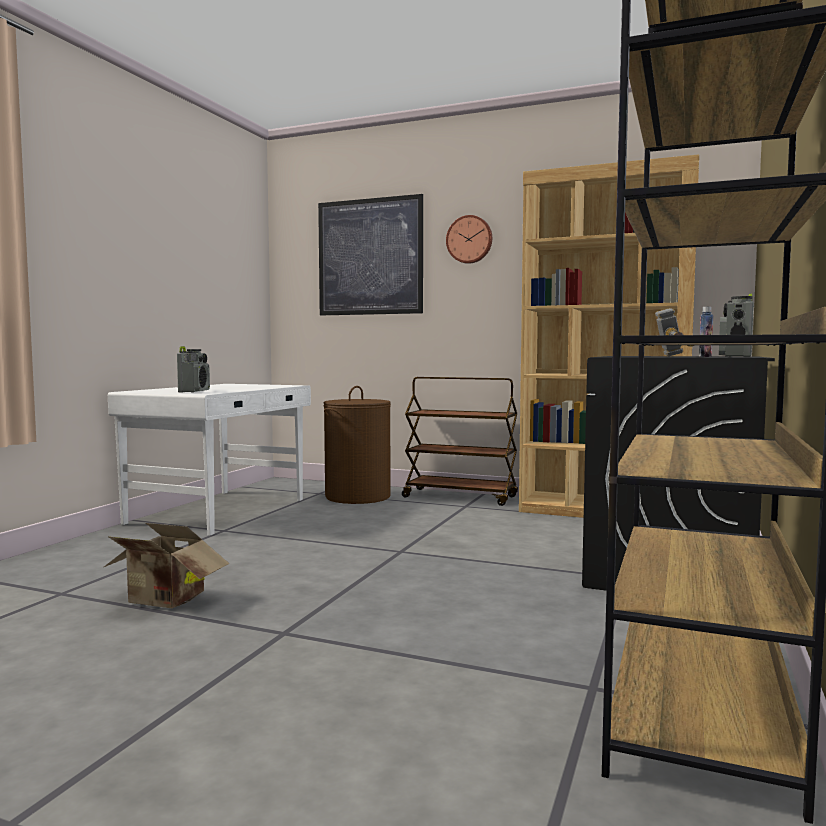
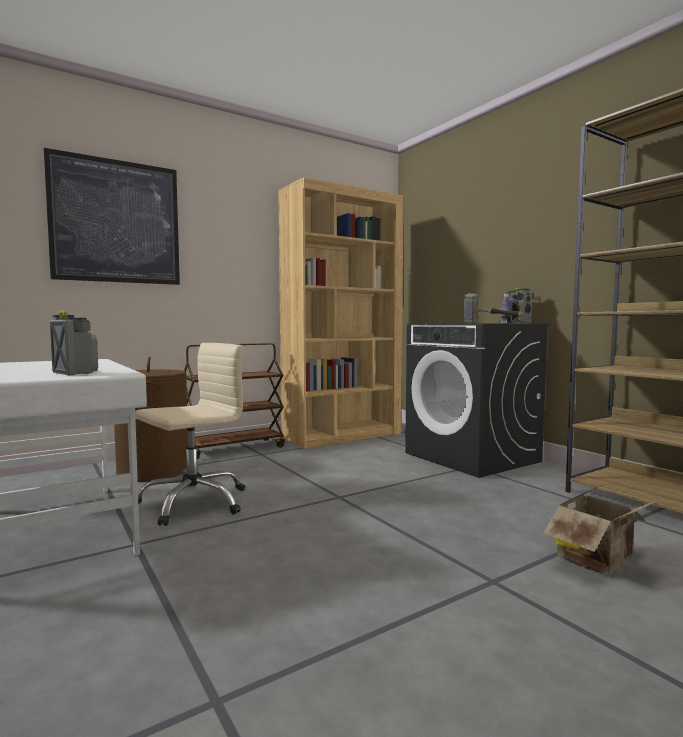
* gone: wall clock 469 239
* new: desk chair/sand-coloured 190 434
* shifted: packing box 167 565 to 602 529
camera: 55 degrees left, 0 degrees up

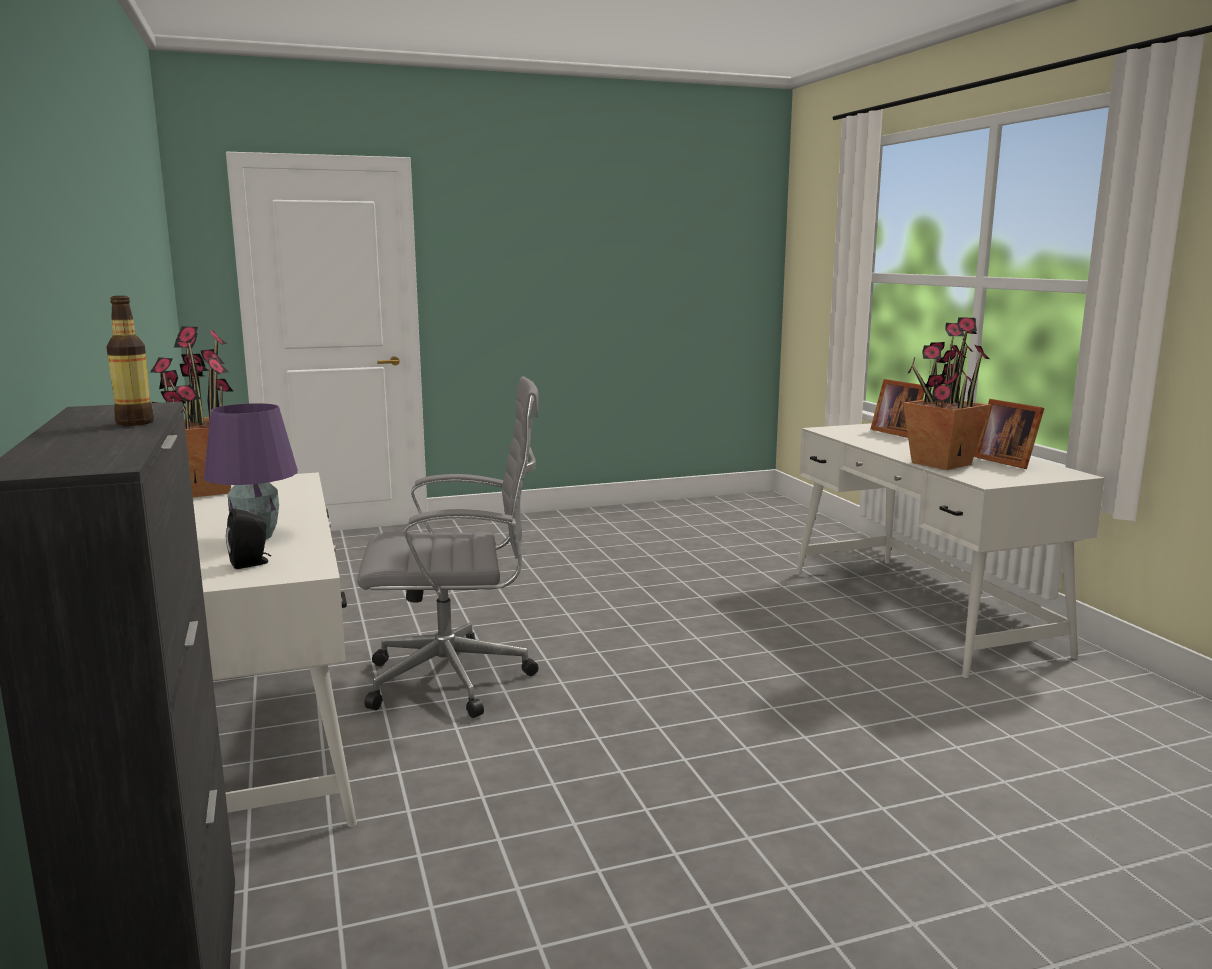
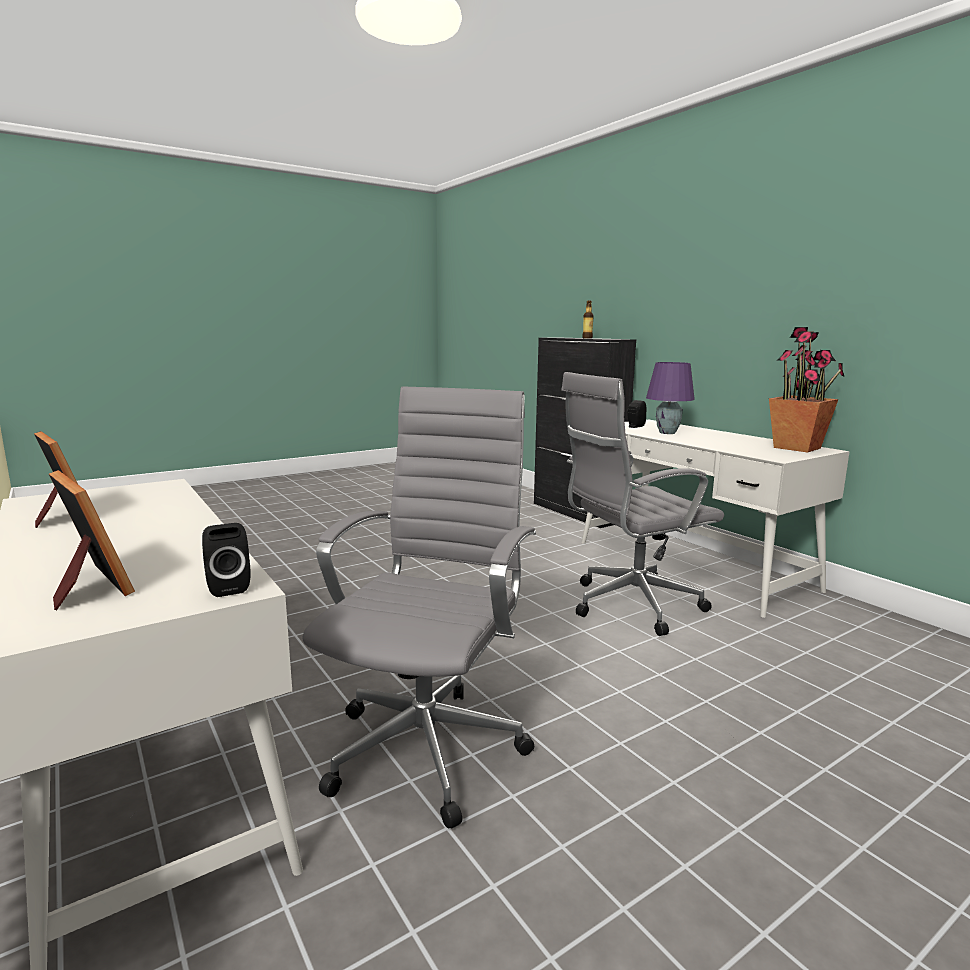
* gone: potted plant 947 393
* new: speaker/black-coloured 226 560
* new: desk chair/greyish 419 607
camera: 165 degrees right, 0 degrees up

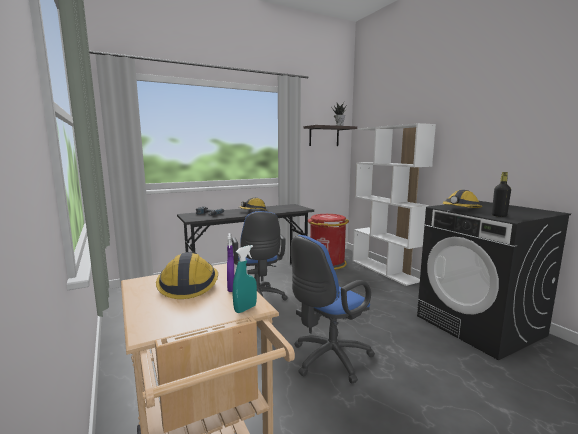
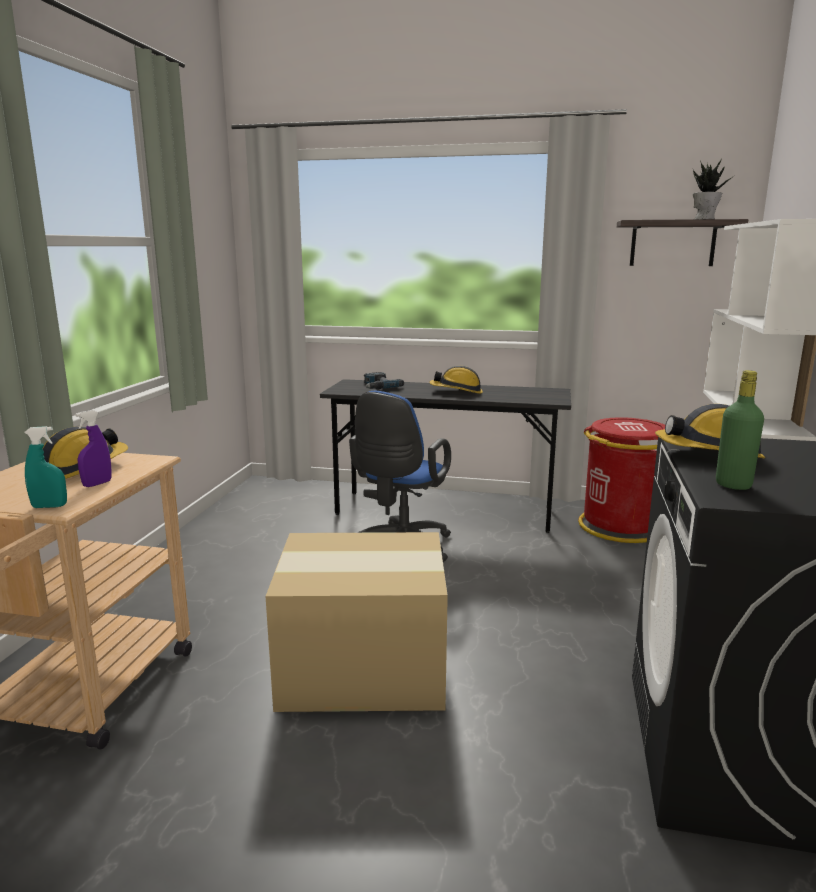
* swapped: desk chair/bluish 333 309 to packing box 356 622
* repainted: drink bottle/black-coloured 501 194 to drink bottle/greenish 740 430
camera: 40 degrees right, 5 degrees up

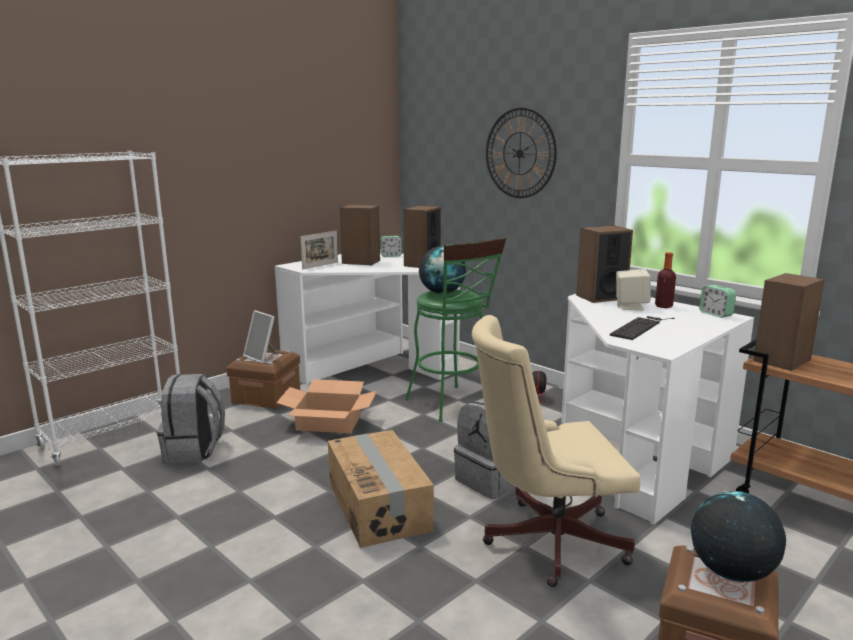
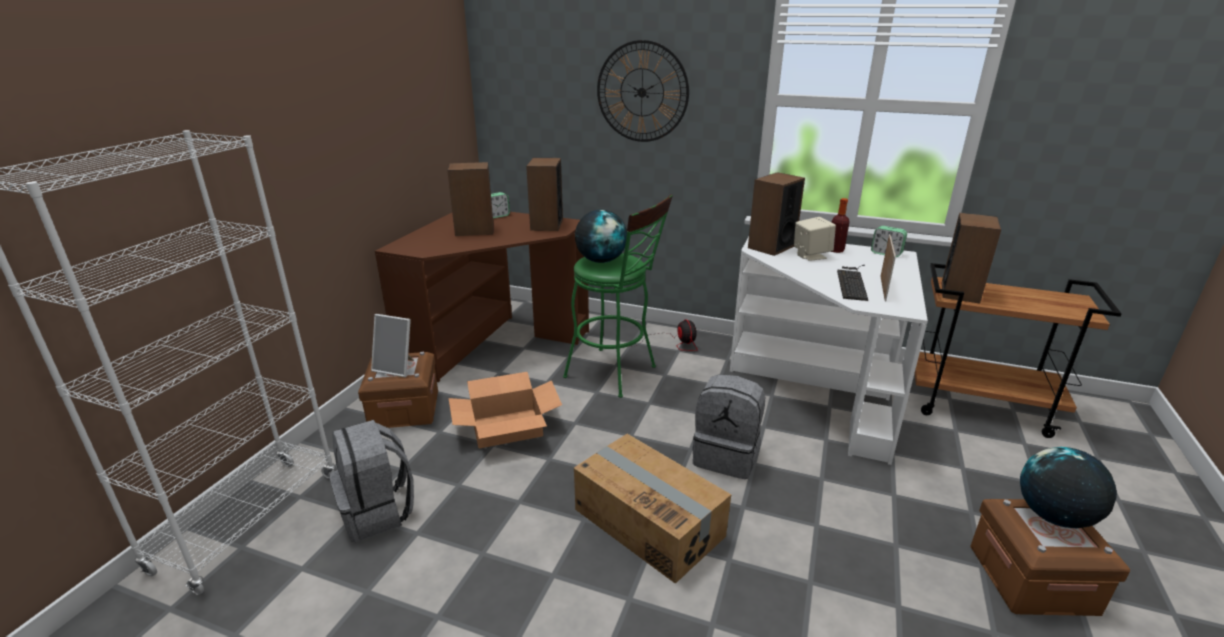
* gone: desk chair/sand-coloured 556 451
* shifted: picture frame 319 250 to 888 267
* repainted: desk unit/white 367 319 to desk unit/brown-coloured 482 297
camera: 25 degrees left, 10 degrees up

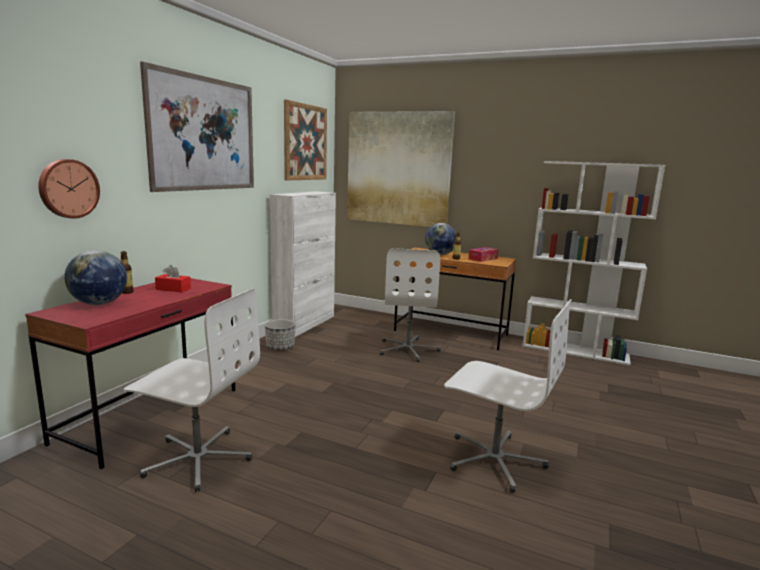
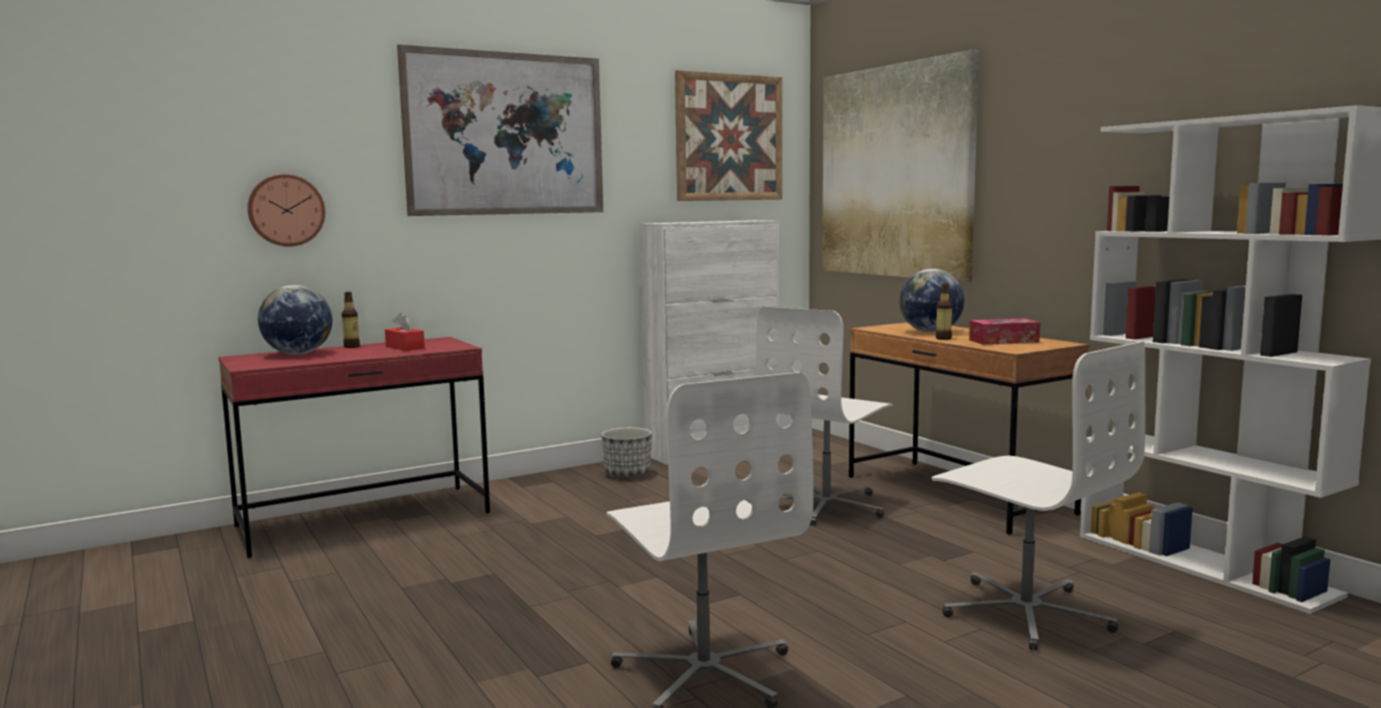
* shifted: desk chair/white 192 390 to 1038 495
camera: 35 degrees right, 5 degrees down

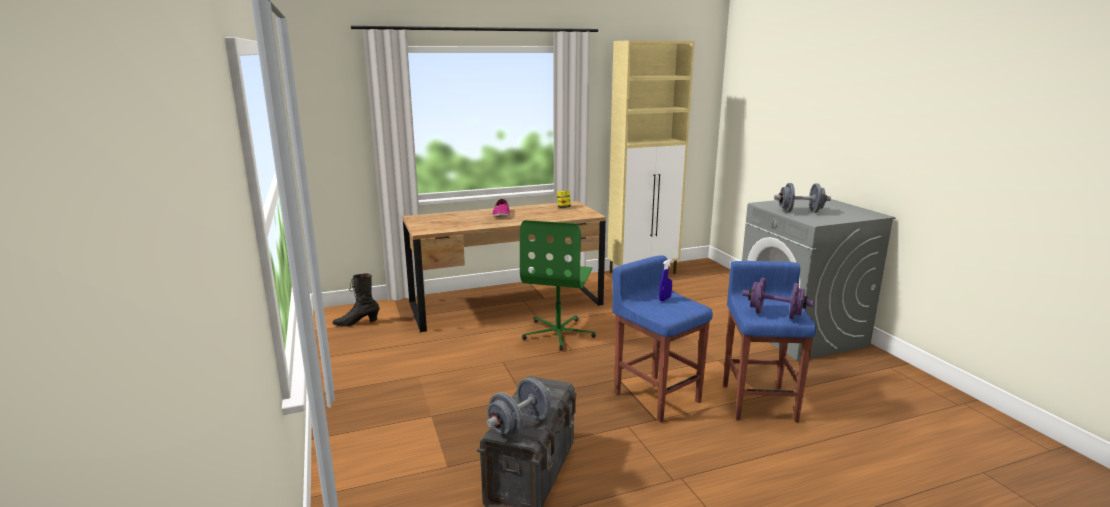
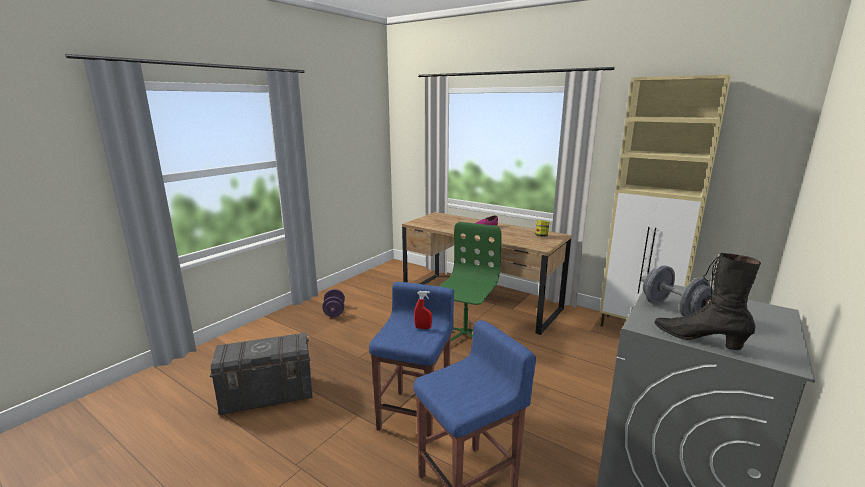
* gone: free weight/greyish 519 407
* shifted: tall boot/black-coloured 356 299 to 707 301
* shifted: free weight/purplish 778 298 to 333 303
* repainted: spray bottle/bluish 665 280 to spray bottle/reddish 423 310
* rotated: desk chair/greenish 558 285 = 470 281 135 degrees clockwise
camera: 55 degrees right, 0 degrees up

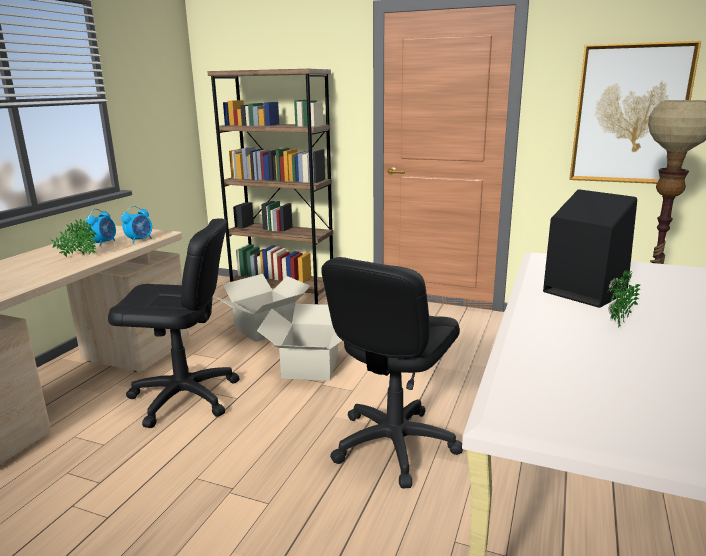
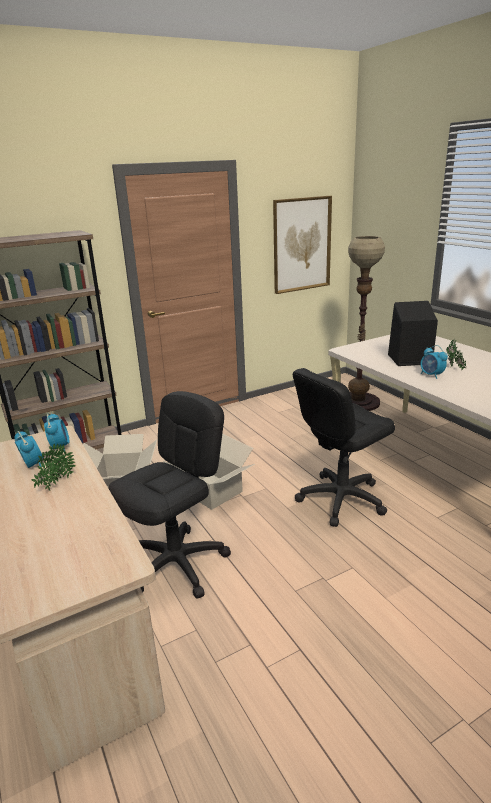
* new: alarm clock 434 362
* rotated: desk chair/black-coloured 392 373 = 344 447 75 degrees clockwise
camera: 50 degrees left, 5 degrees up

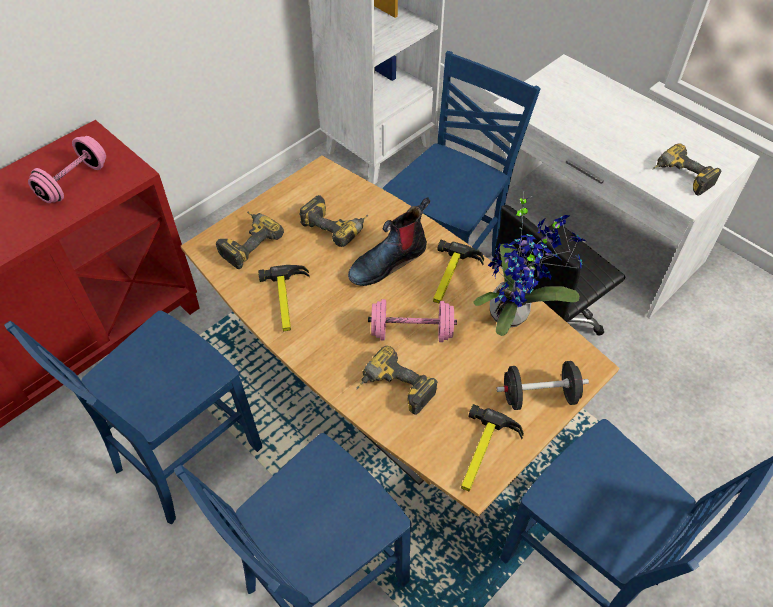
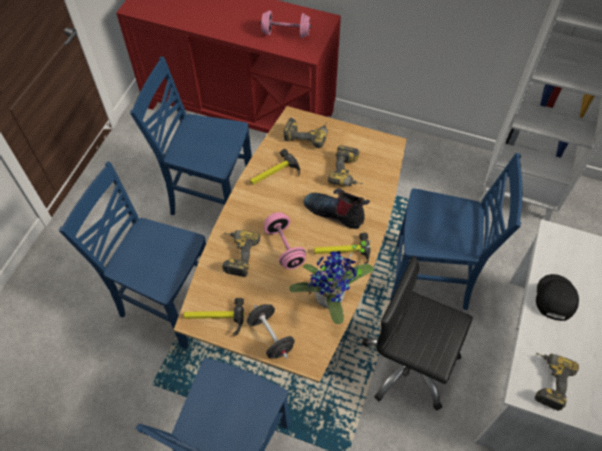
* new: peaked cap/black-coloured 557 297
camera: 65 degrees right, 5 degrees up

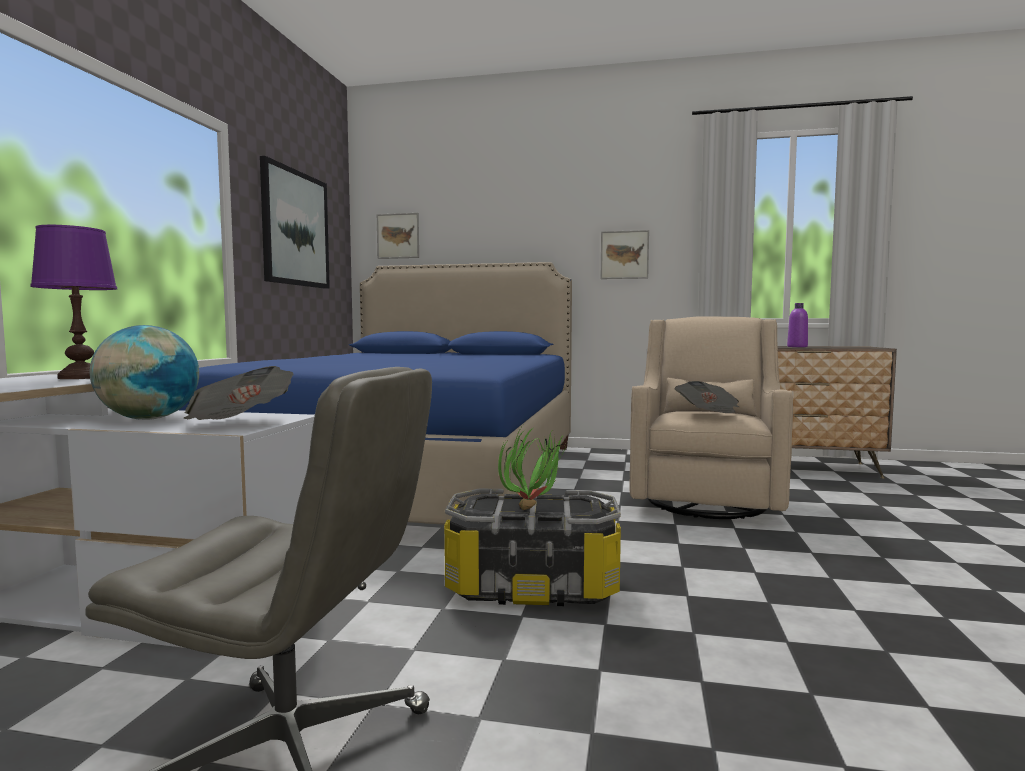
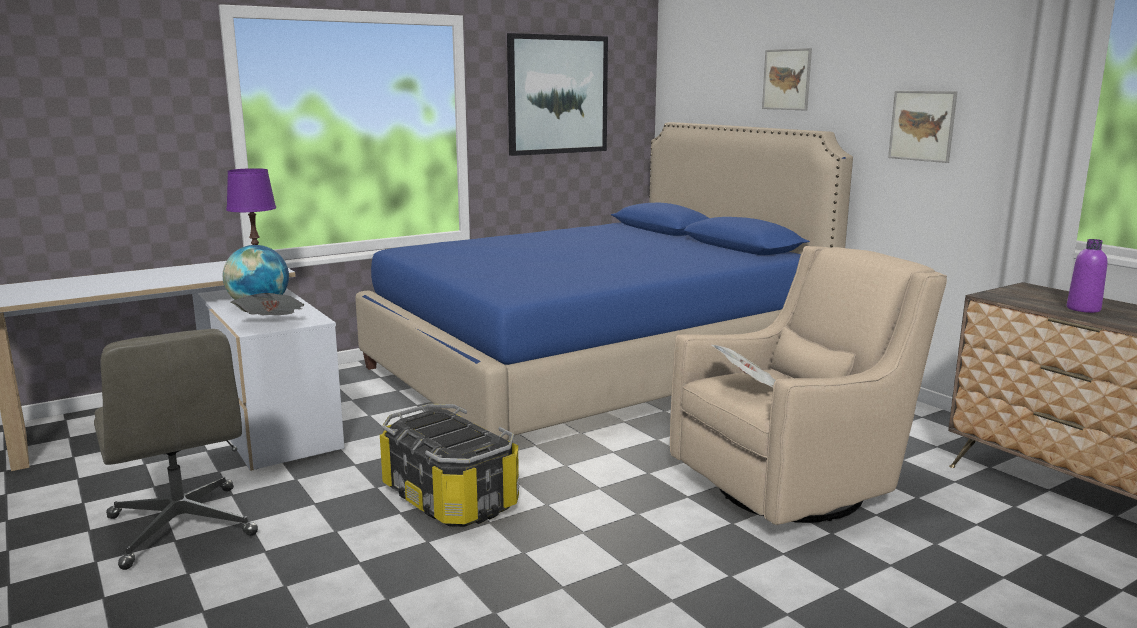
* gone: potted plant 531 467
* shifted: picture 398 236 to 787 79
camera: 45 degrees right, 10 degrees up

